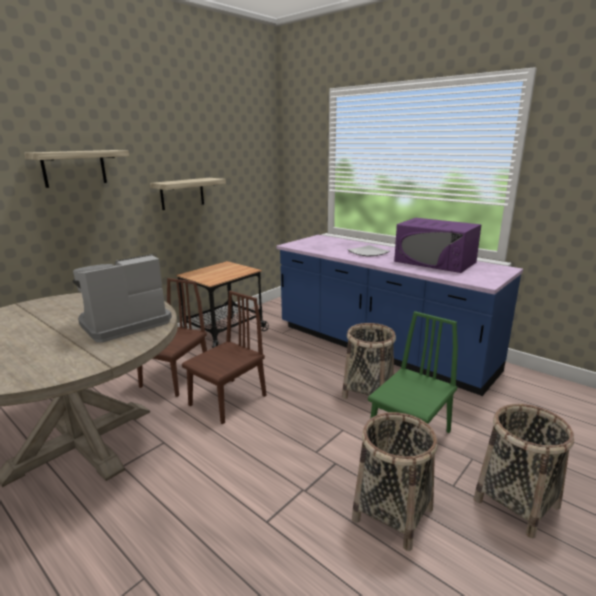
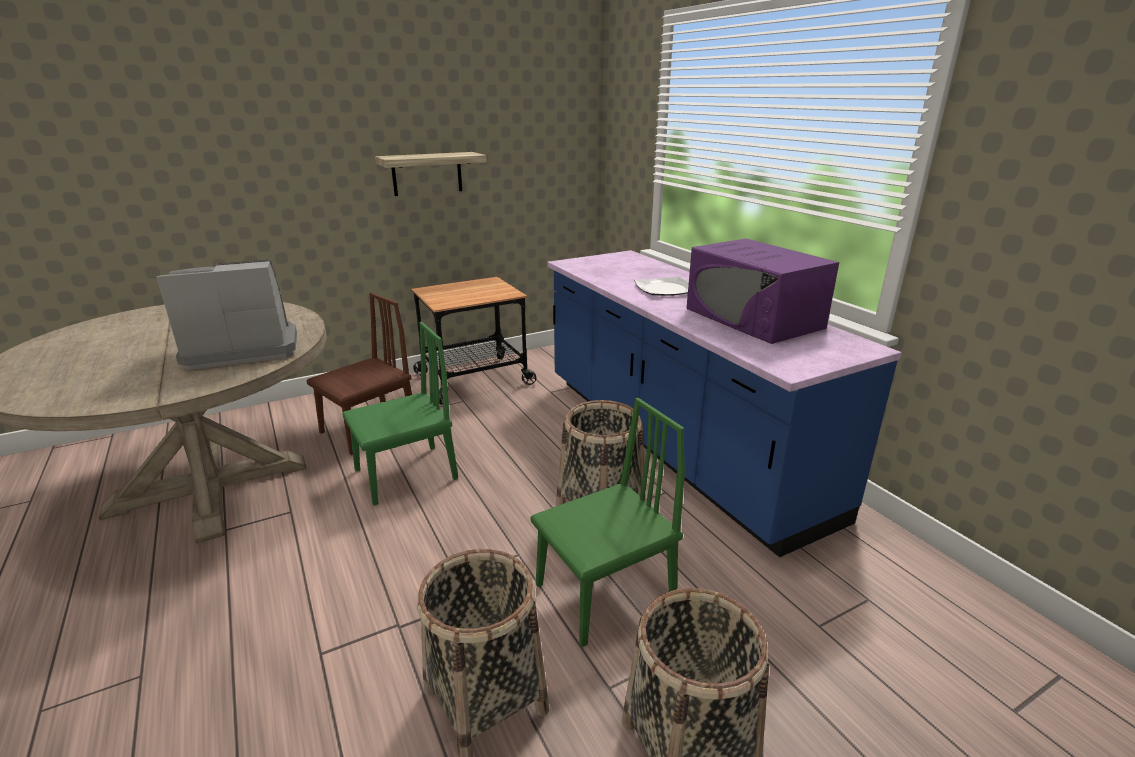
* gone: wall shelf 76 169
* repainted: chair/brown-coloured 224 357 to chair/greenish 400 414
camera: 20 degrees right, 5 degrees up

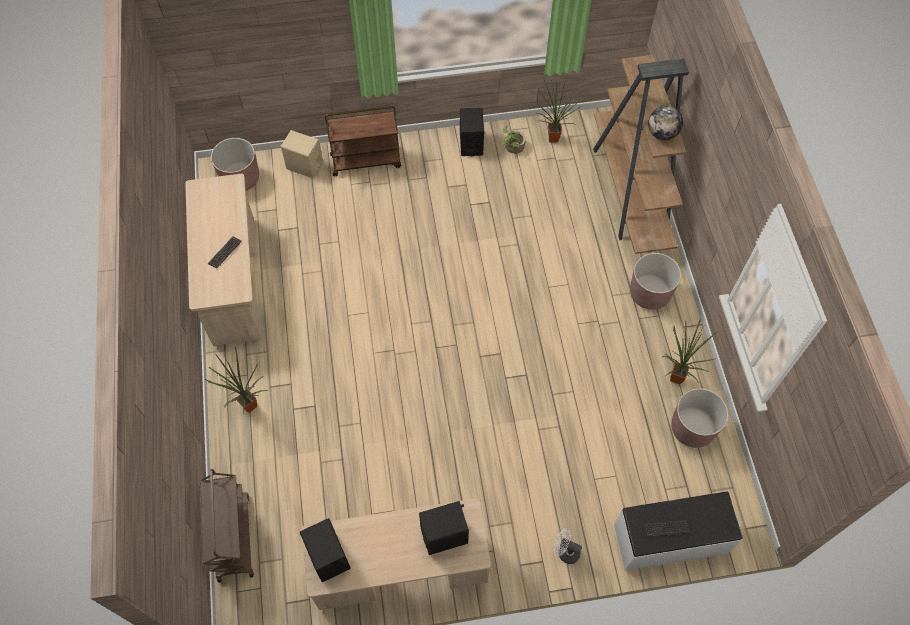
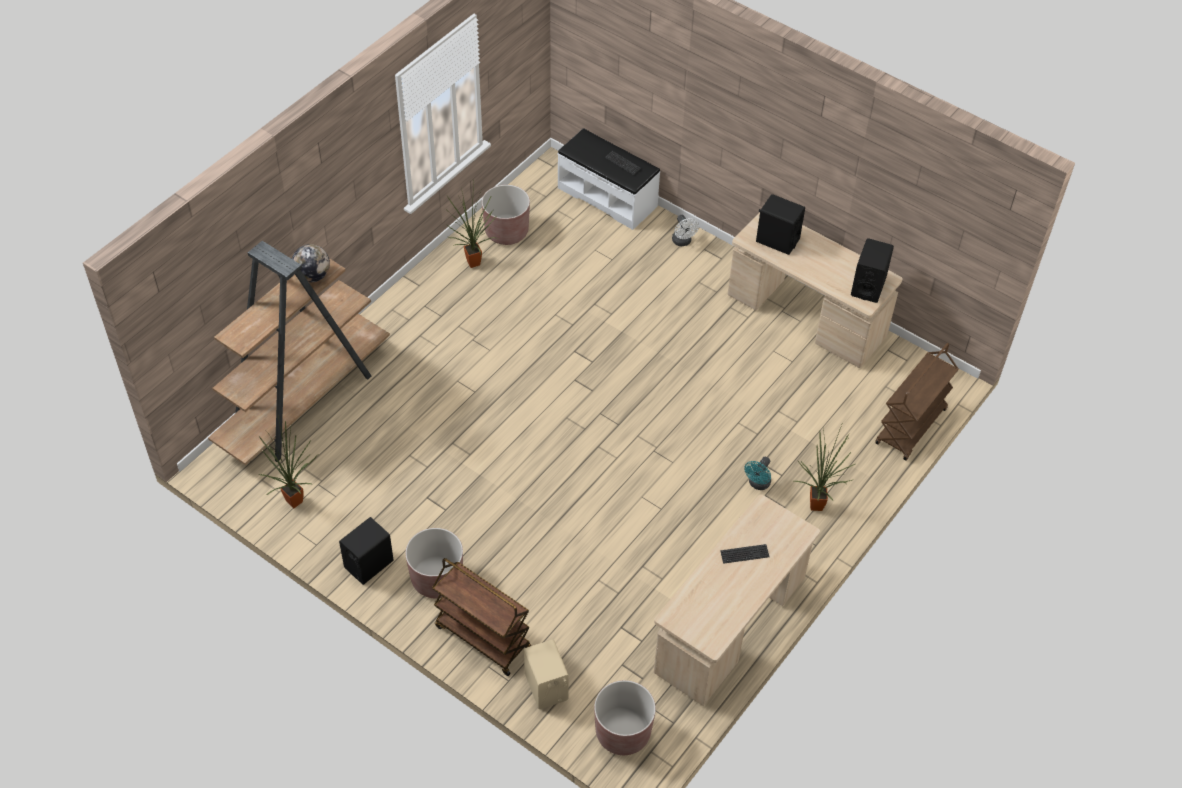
* gone: potted plant 514 139
* new: electric fan/turquoise 757 473
* shifted: planter/brown-coloured 655 281 to 434 563
camera: 135 degrees left, 10 degrees down

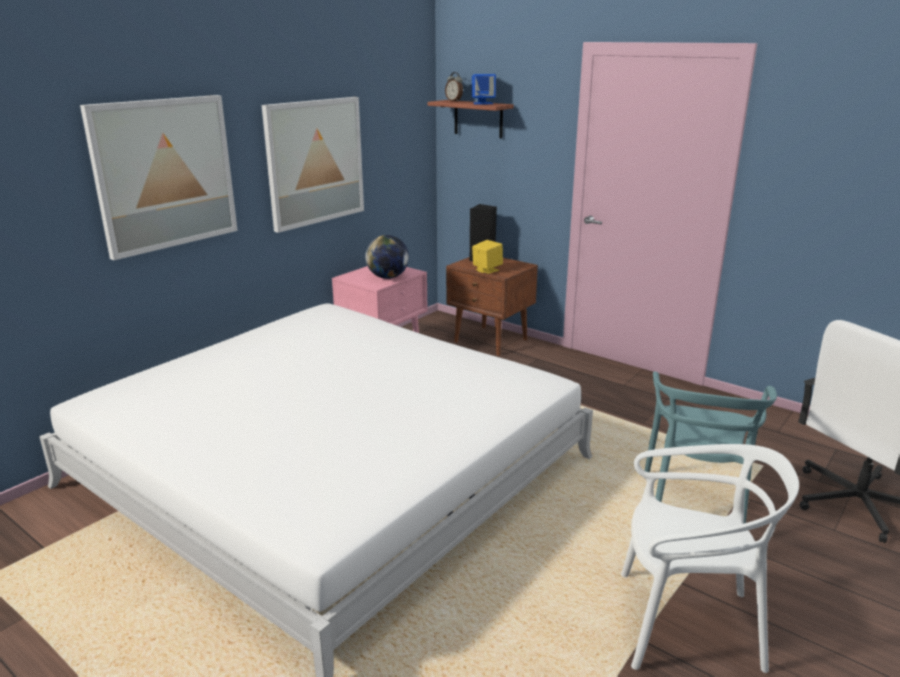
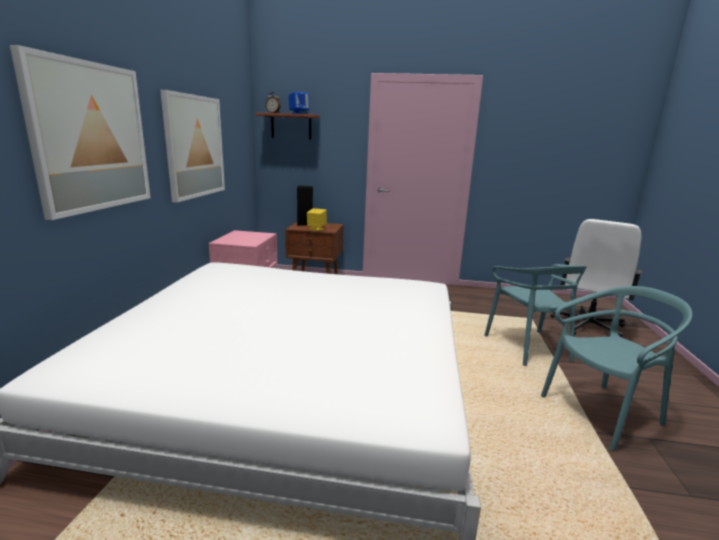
* gone: world globe 387 257
* repainted: chair/white 710 558 to chair/turquoise 616 368
camera: 30 degrees left, 5 degrees down

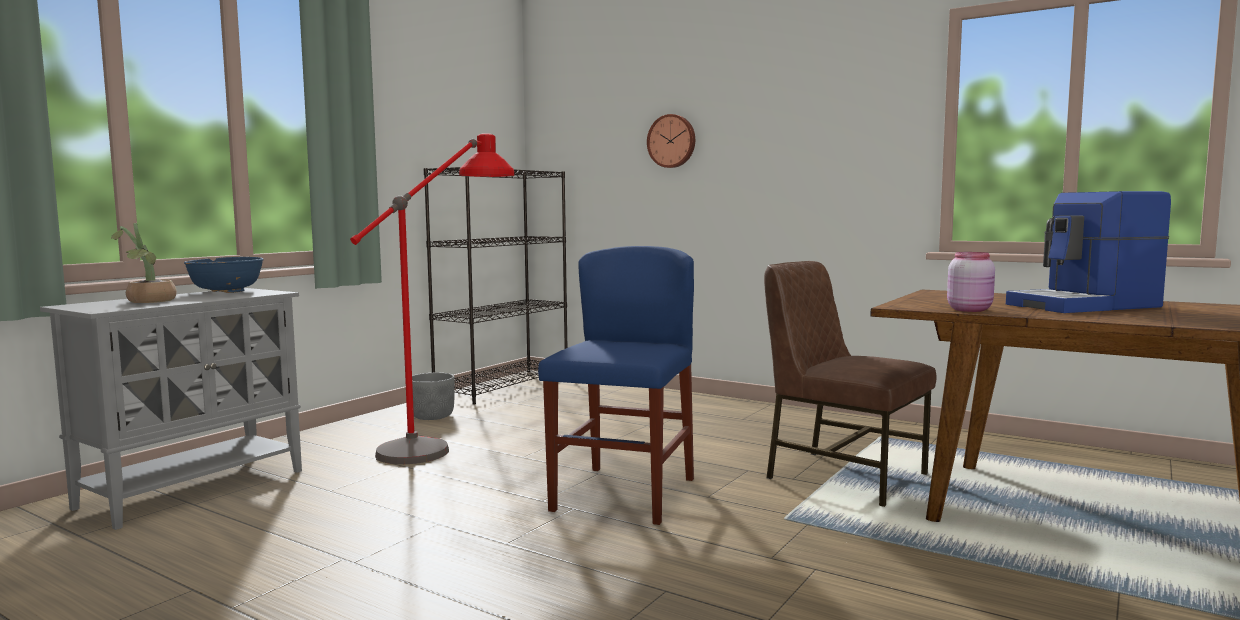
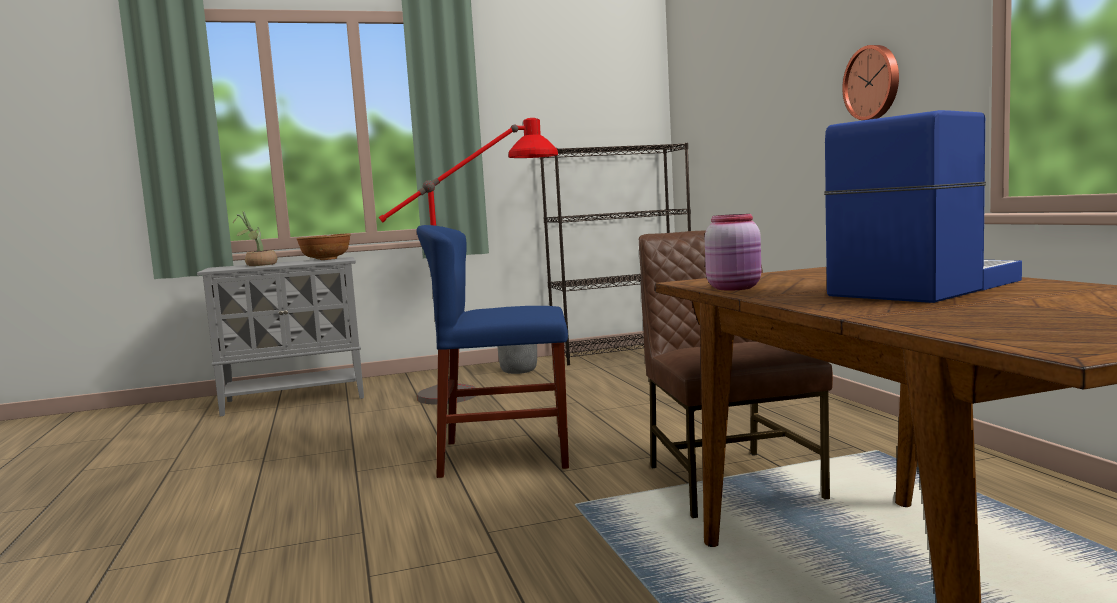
* shifted: wall clock 671 141 to 870 82
* repainted: deep dish/bluish 224 275 to deep dish/brown-coloured 323 246
* rotated: chair/bluish 616 385 = 493 351 150 degrees counterclockwise
* rotated: coffee machine 1088 252 = 923 206 120 degrees clockwise
camera: 40 degrees right, 0 degrees up

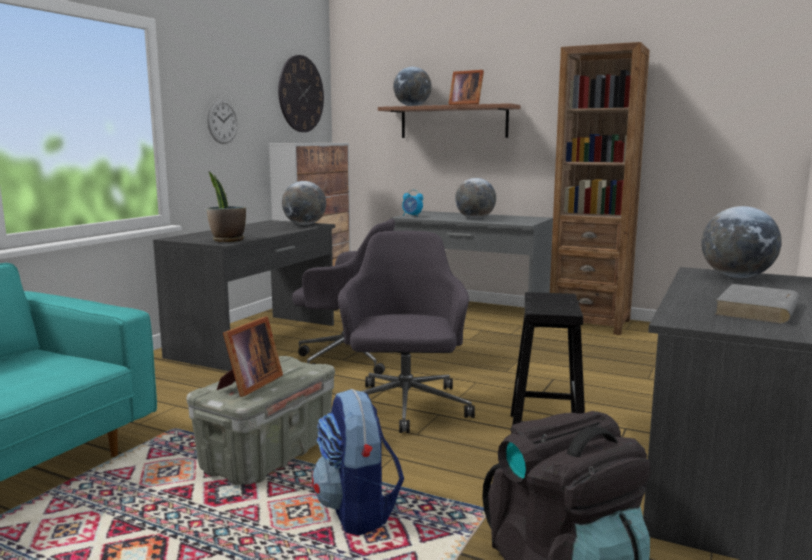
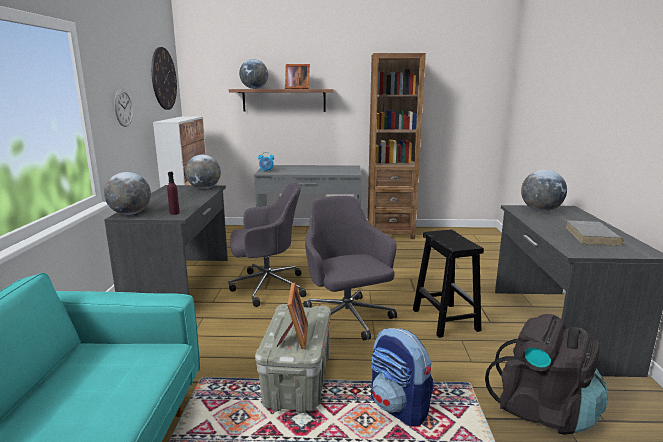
* shifted: world globe 475 198 to 127 193
* swapped: potted plant 226 206 to drink bottle/purplish 173 193
camera: 25 degrees left, 5 degrees up

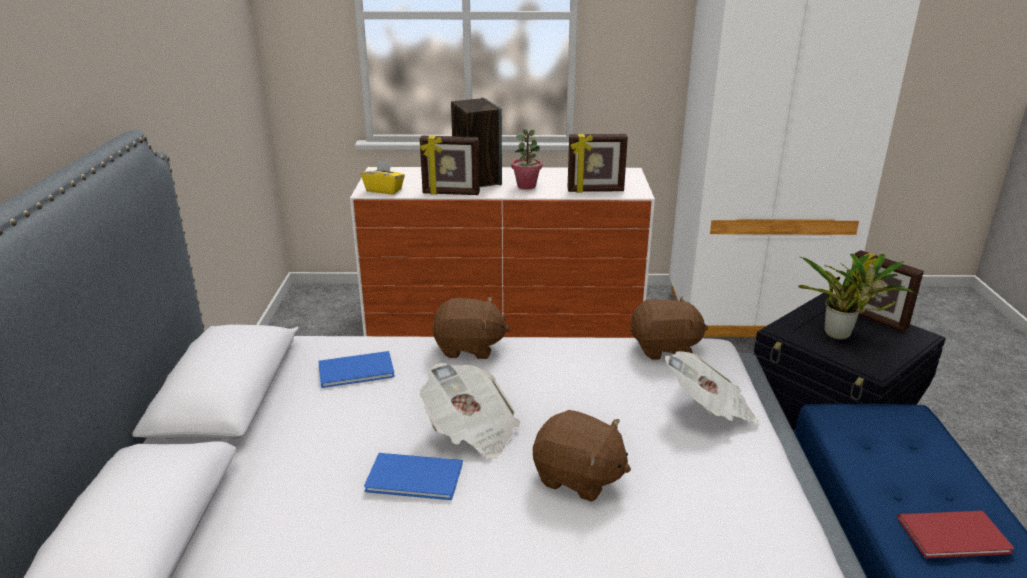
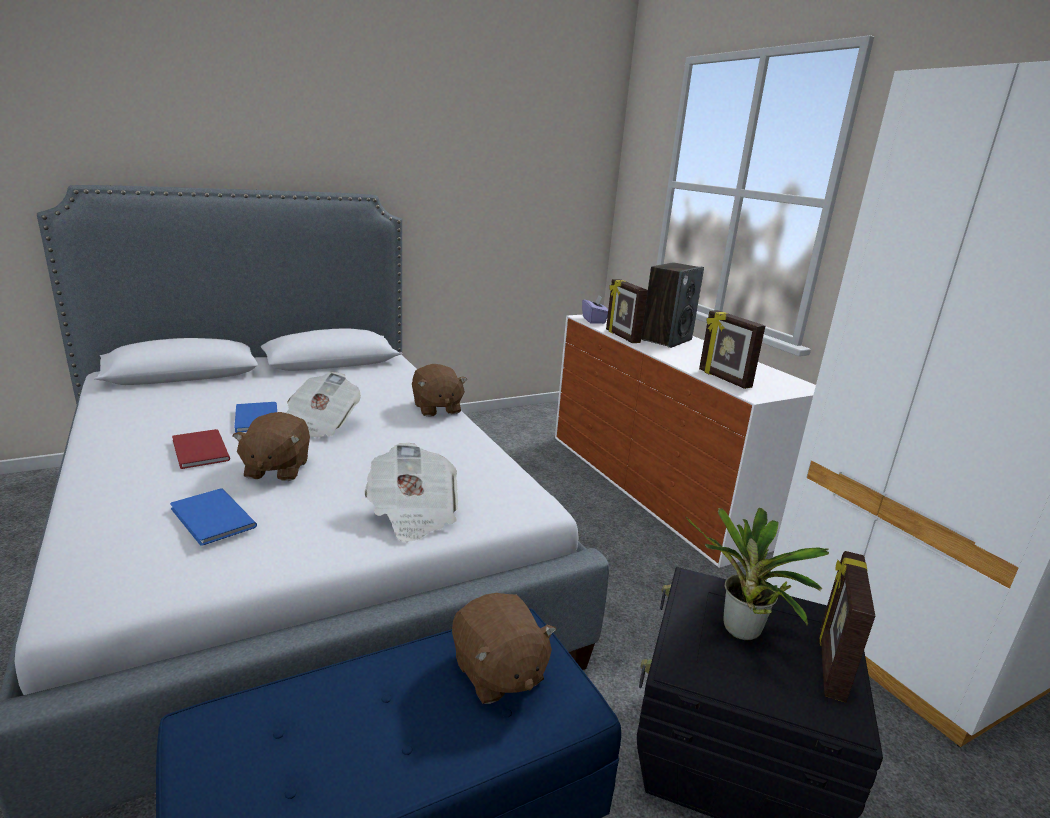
* gone: potted plant 526 159
* shifted: book/bluish 356 369 to 213 517
* shifted: soft toy/brown-coloured 669 328 to 504 648
* shifted: book/reddish 955 534 to 201 449
* repainted: box of tissues/yellow-coloured 383 177 to box of tissues/purplish 595 309
camera: 60 degrees right, 5 degrees down

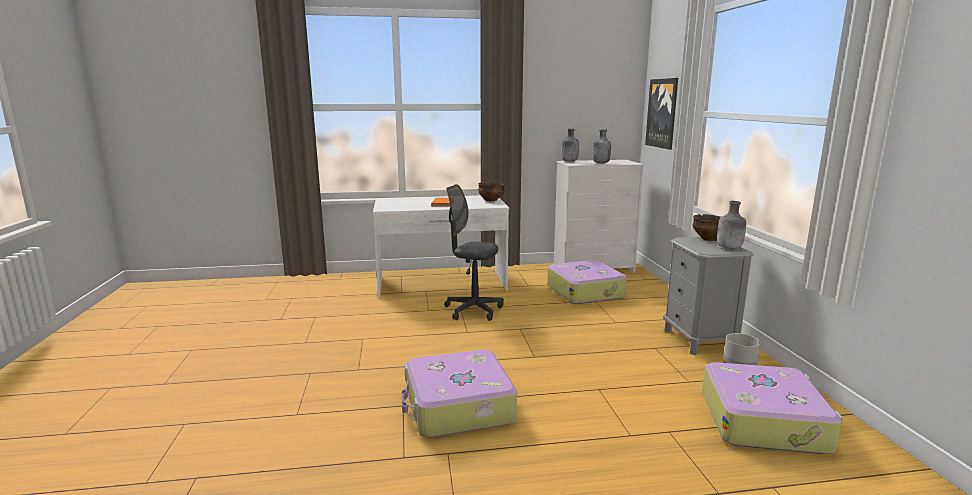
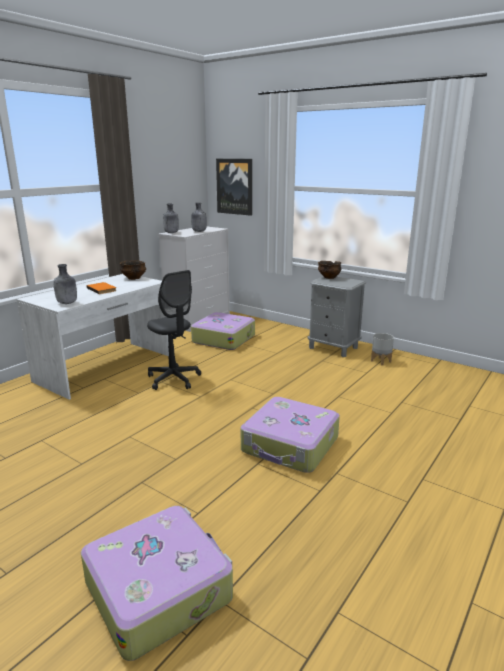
* shifted: travel case 772 408 to 157 583
* shifted: drink bottle/greyish 731 225 to 65 284
* rotated: desk chair/greyish 474 252 = 174 330 105 degrees counterclockwise
camera: 45 degrees left, 5 degrees up

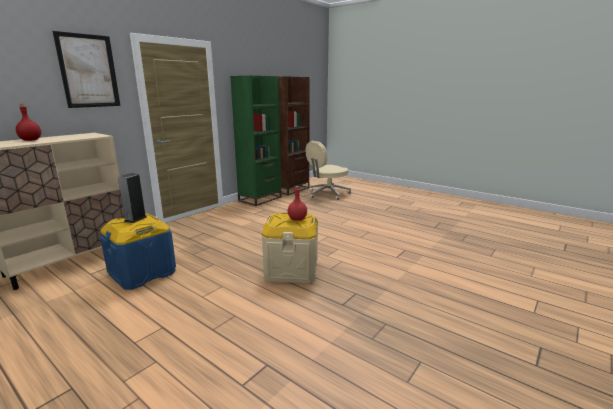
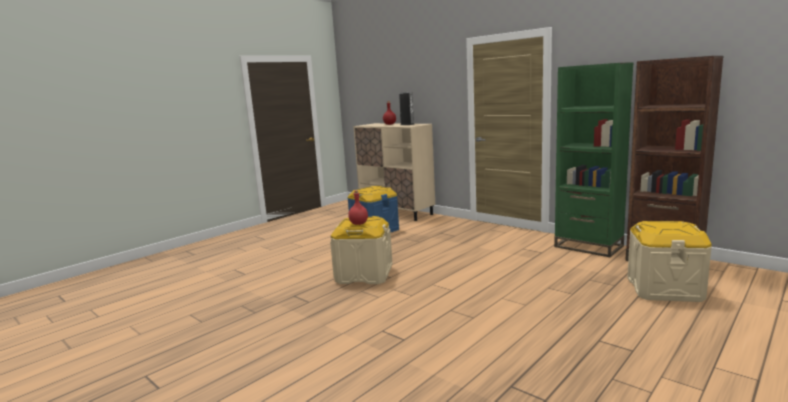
* gone: picture 86 69
* shifted: speaker 132 198 to 406 108
* swapped: desk chair/sand-coloured 328 170 to storage bin/sand-coloured 669 261
camera: 95 degrees right, 5 degrees down

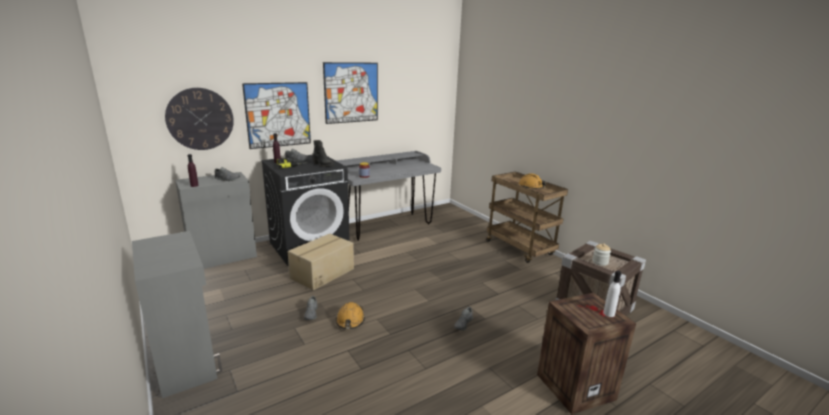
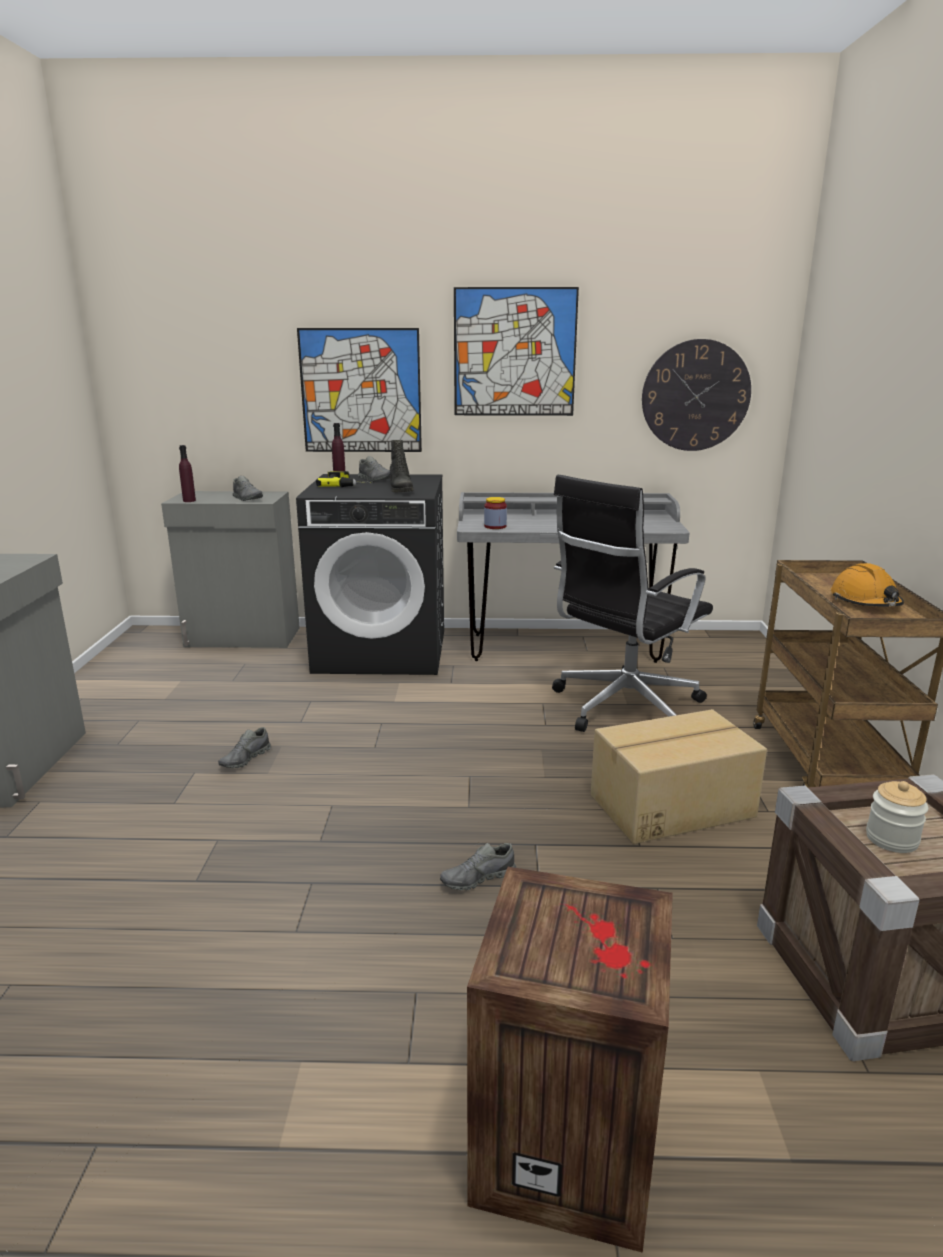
* gone: safety helmet/orange-coloured 350 315
* gone: drink bottle/white 612 294
* new: desk chair/black-coloured 632 603
* shifted: wall clock 199 119 to 696 395
* shifted: packing box 321 262 to 679 776
camera: 35 degrees right, 0 degrees up

